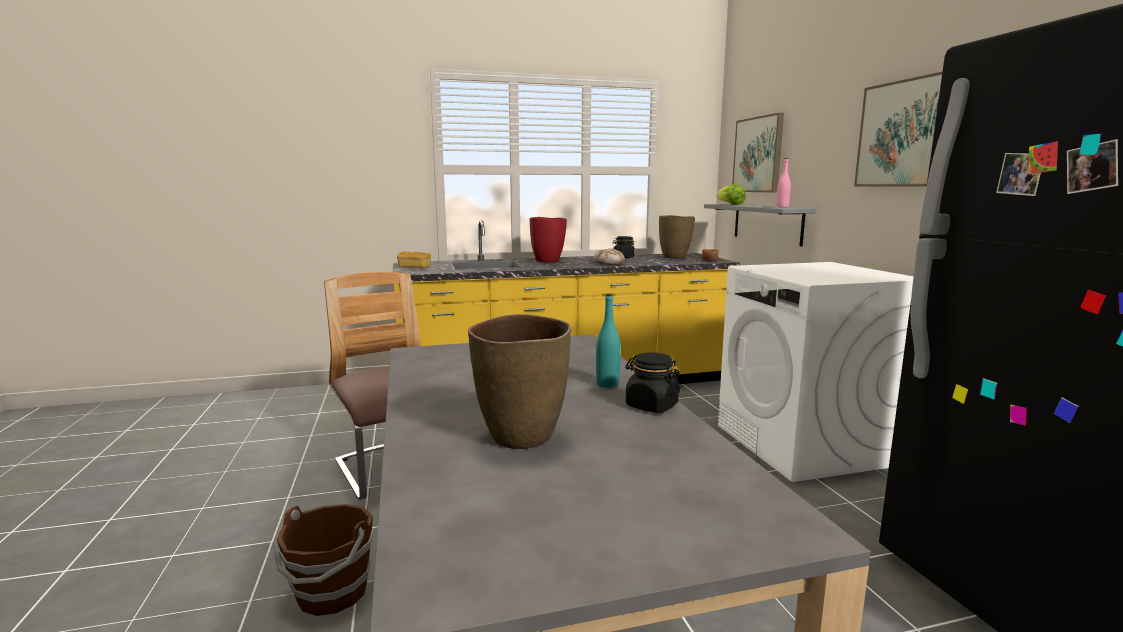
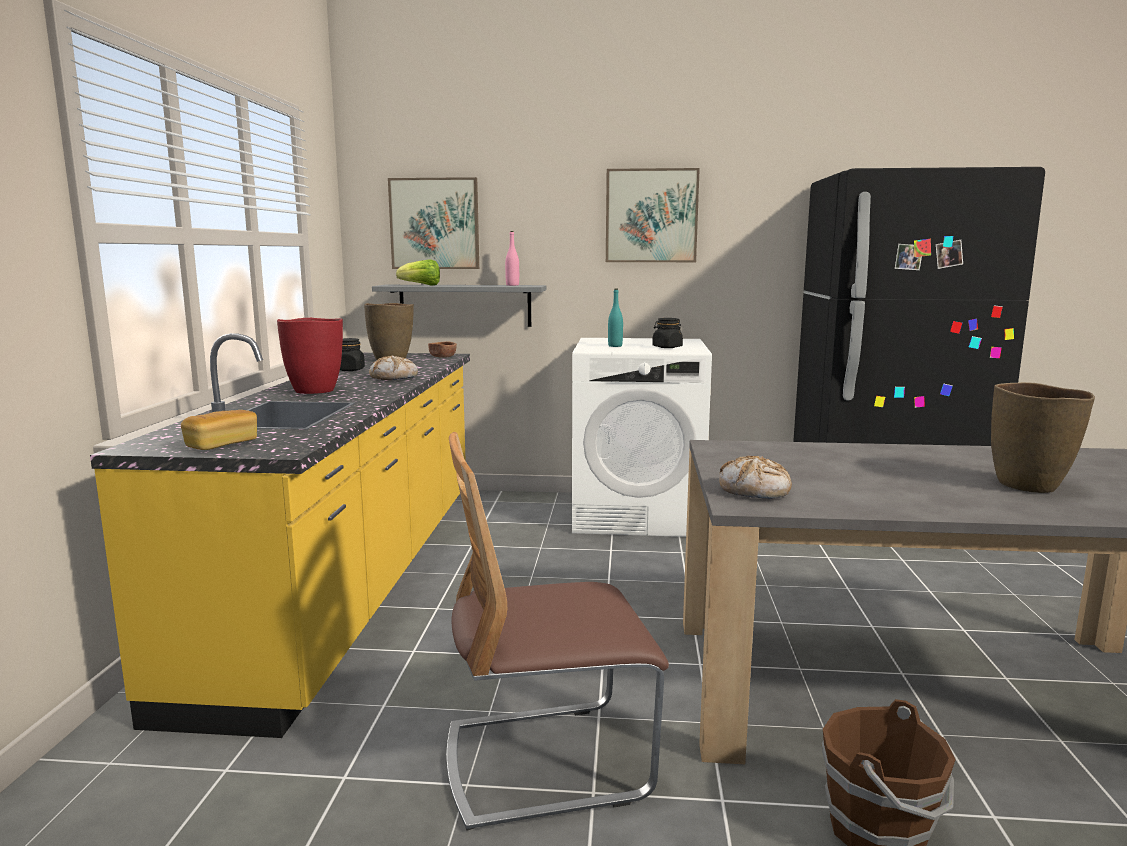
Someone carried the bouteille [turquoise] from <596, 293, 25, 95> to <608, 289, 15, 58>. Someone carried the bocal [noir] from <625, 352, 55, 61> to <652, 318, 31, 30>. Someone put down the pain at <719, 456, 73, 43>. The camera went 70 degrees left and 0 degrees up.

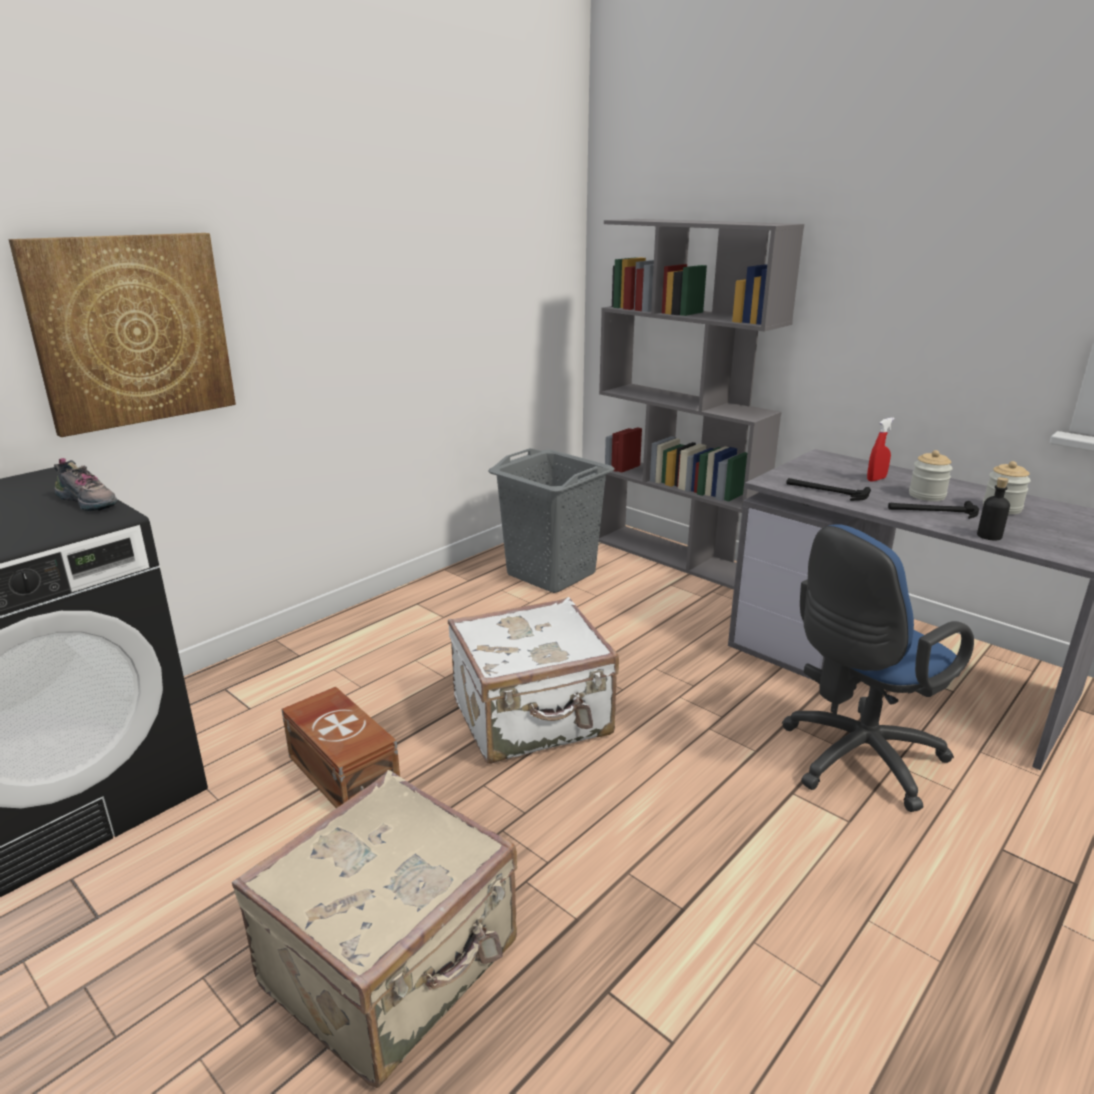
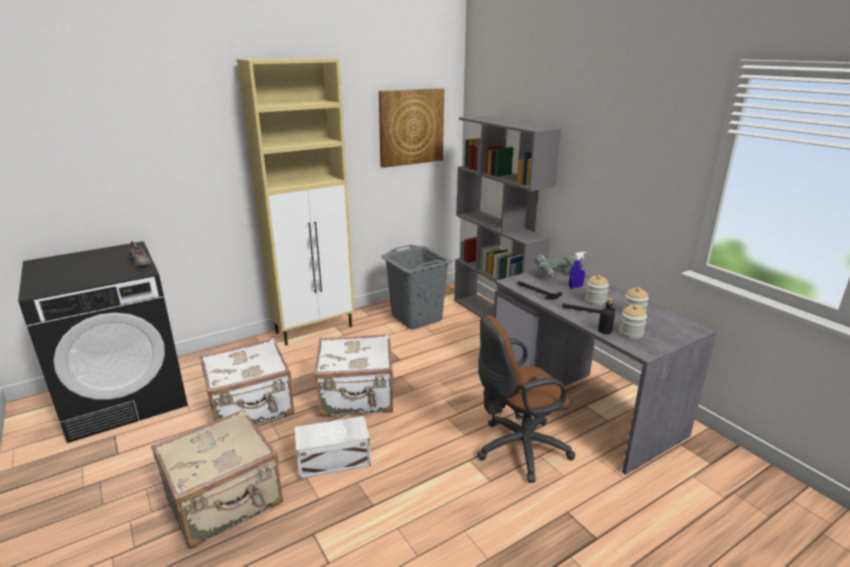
Someone carried the tableau from <9, 233, 227, 204> to <379, 88, 65, 80>. Someone swapped the boîte de rangement [marron] at <282, 687, 118, 121> for the valise [blanc] at <200, 338, 94, 86>. Someone repainted the chaise de bureau [bleu] at <782, 524, 192, 288>, which became the chaise de bureau [marron] at <477, 315, 98, 168>. Someone repainted the vaporisateur [rouge] at <867, 417, 28, 65>, which became the vaporisateur [bleu] at <569, 252, 17, 36>. Someone put down the meuble de rangement [beige] at <237, 58, 118, 287>. Someone put down the boîte de rangement [blanc] at <295, 416, 76, 63>. Someone put down the perceuse at <534, 254, 49, 24>. Someone put down the bocal at <619, 305, 28, 34>. The camera went 15 degrees right and 0 degrees up.

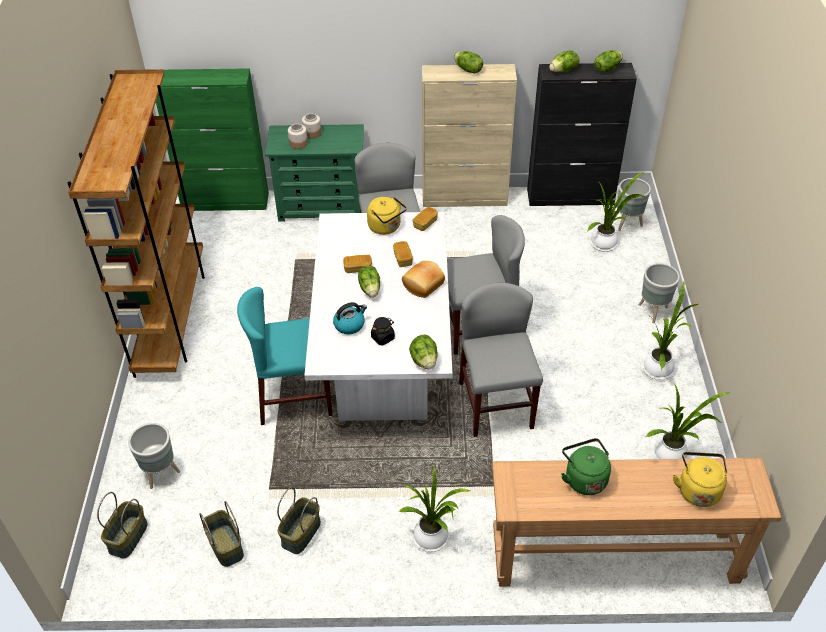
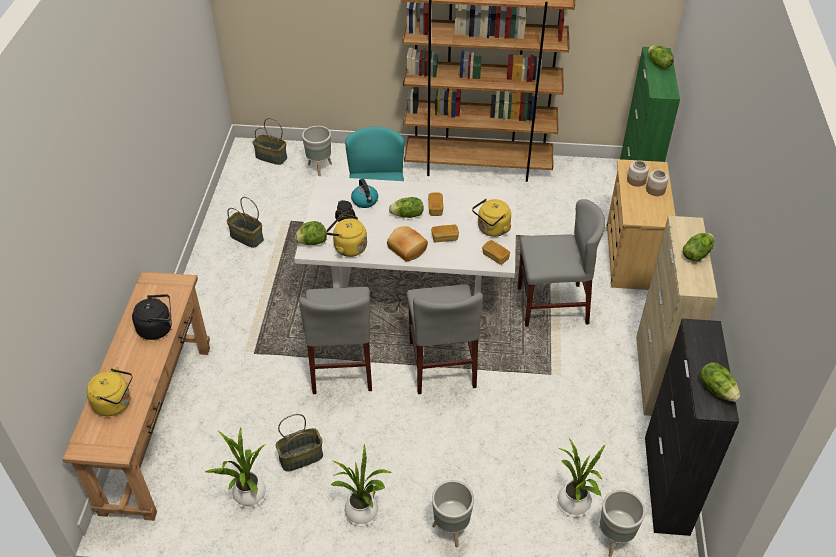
Someone carried the panier from <200, 501, 44, 66> to <275, 414, 48, 57>. Someone repainted the commode [vert] at <265, 124, 99, 98>, which became the commode [beige] at <606, 159, 70, 131>. Someone took away the plante en pot at <400, 465, 70, 87>. Someone rotated the chaise [gris] at <459, 283, 84, 154> by 90 degrees clockwise. Someone carried the laitue from <549, 51, 31, 22> to <648, 45, 26, 24>. Someone repainted the bouilloire [vert] at <561, 438, 50, 57>, which became the bouilloire [noir] at <132, 294, 40, 46>. Someone put down the bouilloire [jaune] at <326, 214, 41, 43>. The camera went 95 degrees right and 0 degrees up.

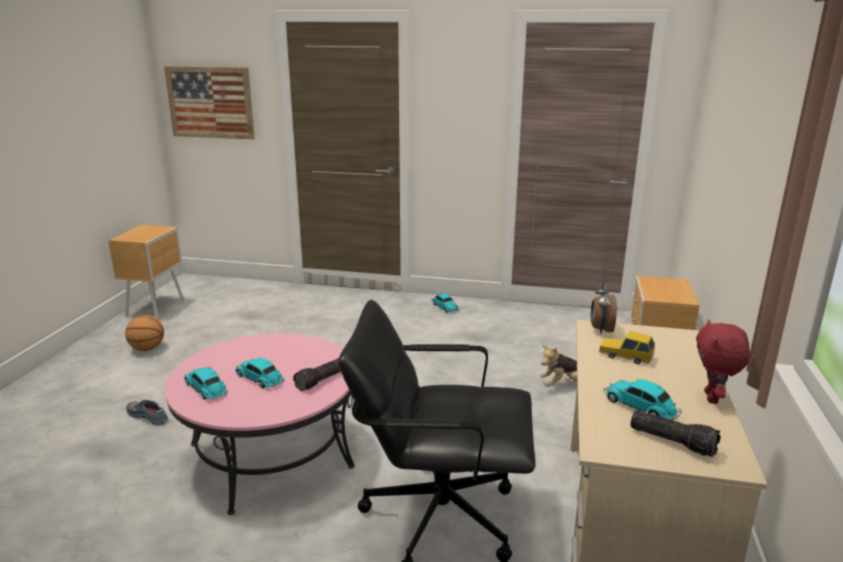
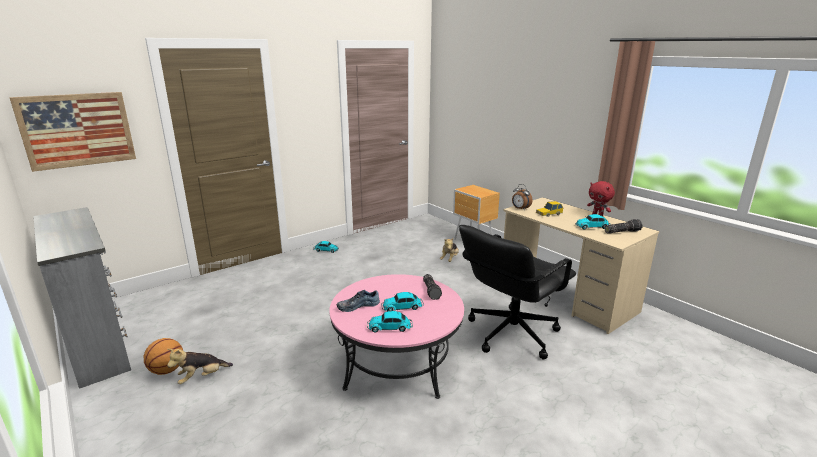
Someone swapped the table de chevet [marron] at <108, 225, 76, 94> for the commode [gris] at <33, 207, 98, 182>. Someone carried the chaussure from <126, 400, 42, 25> to <337, 290, 43, 22>. Someone put down the peluche at <167, 349, 66, 35>. The camera went 50 degrees left and 0 degrees up.

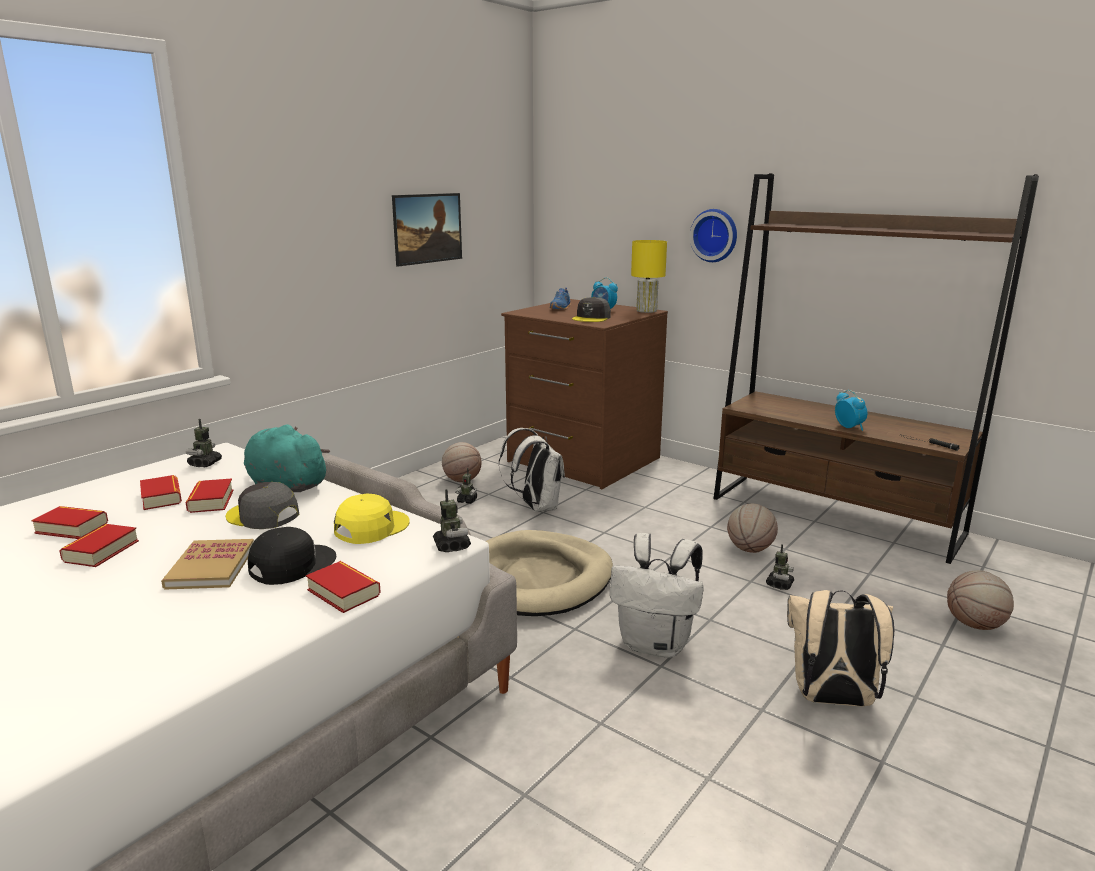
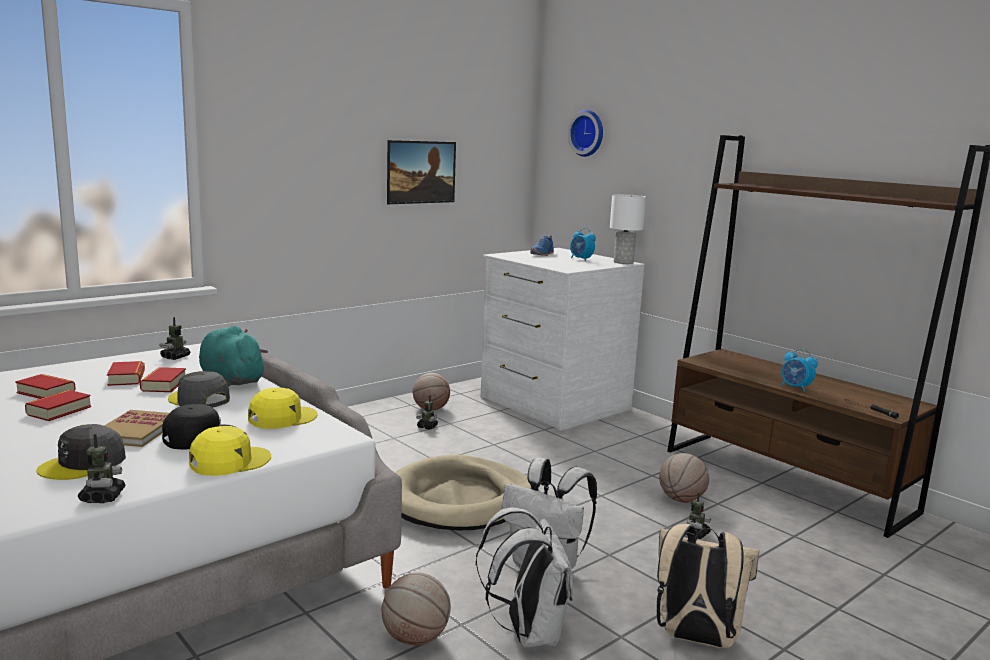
Someone swapped the livre at <306, 561, 75, 52> for the casquette [jaune] at <189, 426, 82, 50>. Someone carried the robot jouet from <433, 489, 38, 63> to <78, 434, 48, 69>. Someone carried the sac à dos [blanc] from <499, 428, 66, 84> to <476, 507, 98, 140>. Someone repainted the commode [marron] at <501, 299, 167, 190>, which became the commode [blanc] at <480, 248, 165, 183>. Someone carried the casquette [gris] from <572, 297, 39, 25> to <36, 424, 90, 56>. Someone repainted the lampe de table [jaune] at <631, 240, 36, 73>, which became the lampe de table [blanc] at <610, 194, 36, 70>. Someone carried the horloge murale from <689, 209, 48, 53> to <568, 110, 35, 47>. Someone rotated the réveil at <835, 390, 33, 41> by 150 degrees clockwise. Someone carried the ballon de basket from <947, 570, 67, 60> to <382, 573, 69, 73>. The camera went 10 degrees right and 5 degrees down.

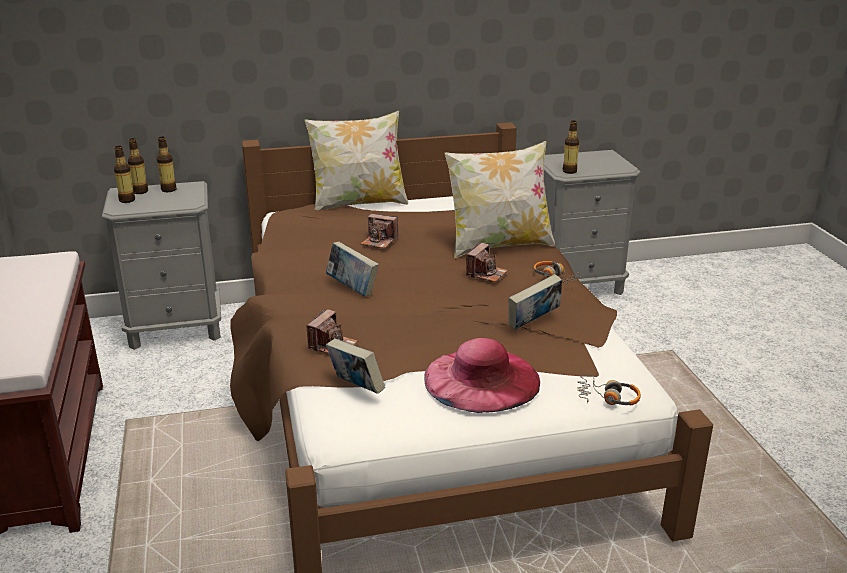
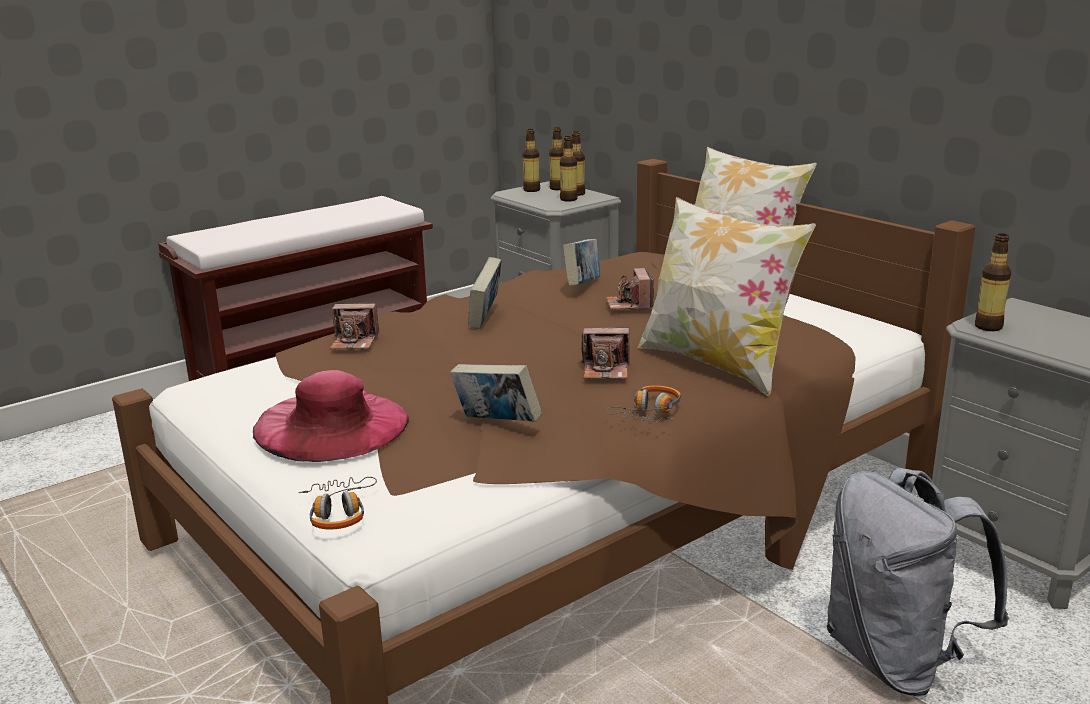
Someone carried the livre from <326, 339, 59, 55> to <563, 239, 37, 47>. Someone put down the bouteille at <560, 136, 18, 66>. Someone put down the sac à dos [gris] at <827, 468, 182, 228>. The camera went 65 degrees right and 5 degrees down.

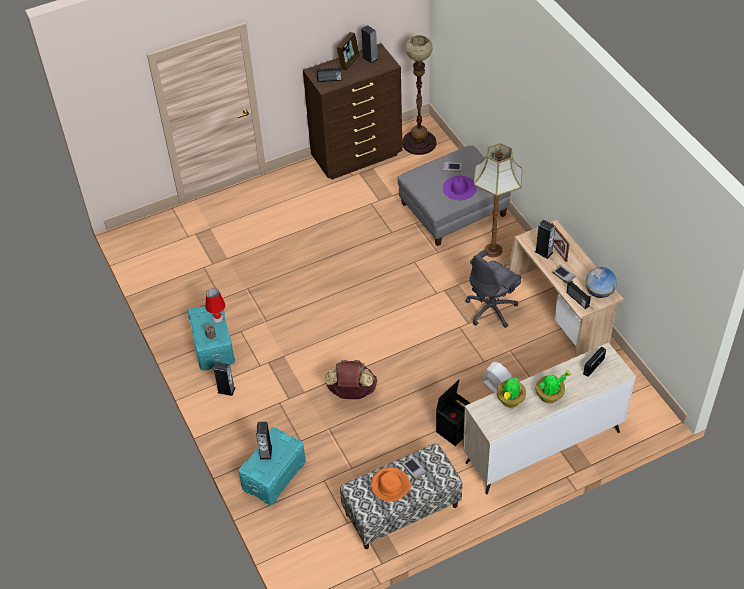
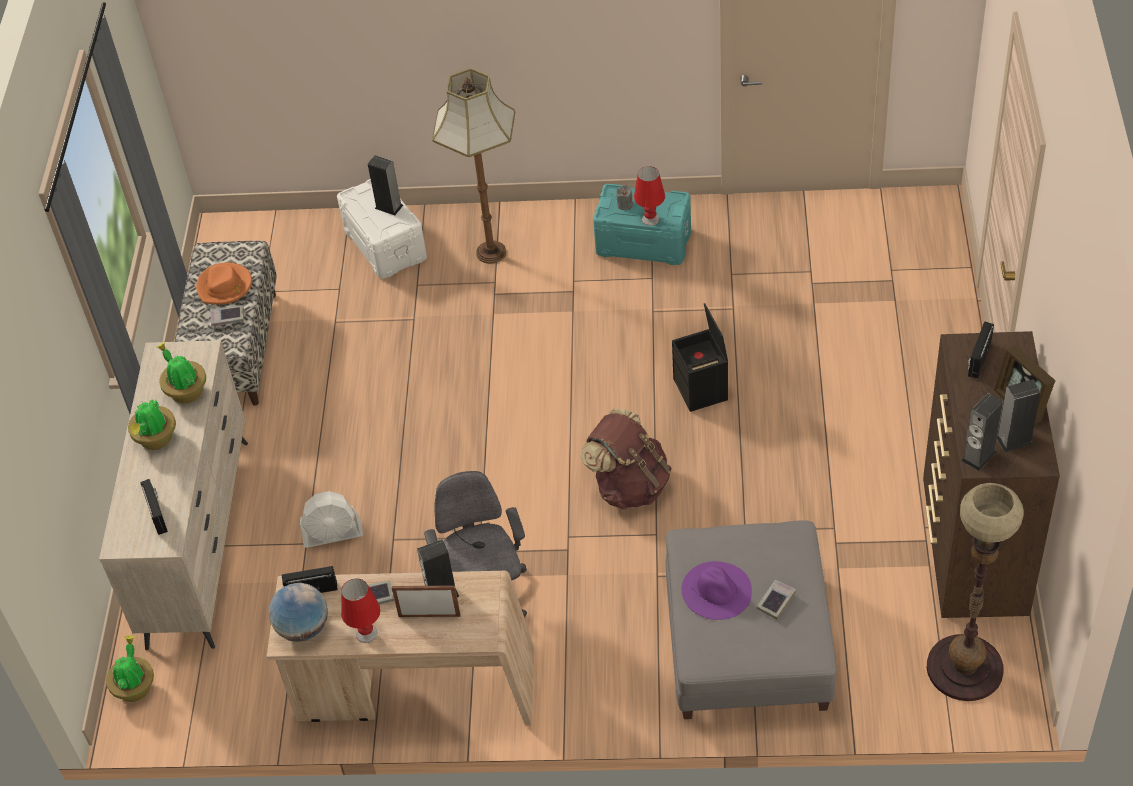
Someone carried the enceinte from <213, 362, 23, 34> to <961, 393, 42, 78>. Someone repainted the boîte de rangement [turquoise] at <238, 427, 68, 78>, which became the boîte de rangement [blanc] at <337, 179, 90, 100>. Someone carried the sac à dos [marron] from <325, 360, 53, 39> to <580, 409, 92, 101>. Someone carried the boîte de rangement [noir] from <436, 380, 34, 66> to <672, 303, 56, 109>. Someone carried the lampadaire from <473, 143, 49, 115> to <432, 68, 83, 196>. Someone put down the plante en pot at <106, 635, 48, 67>. Someone put down the lampe de table [rouge] at <341, 578, 40, 65>. The camera went 120 degrees right and 0 degrees up.

